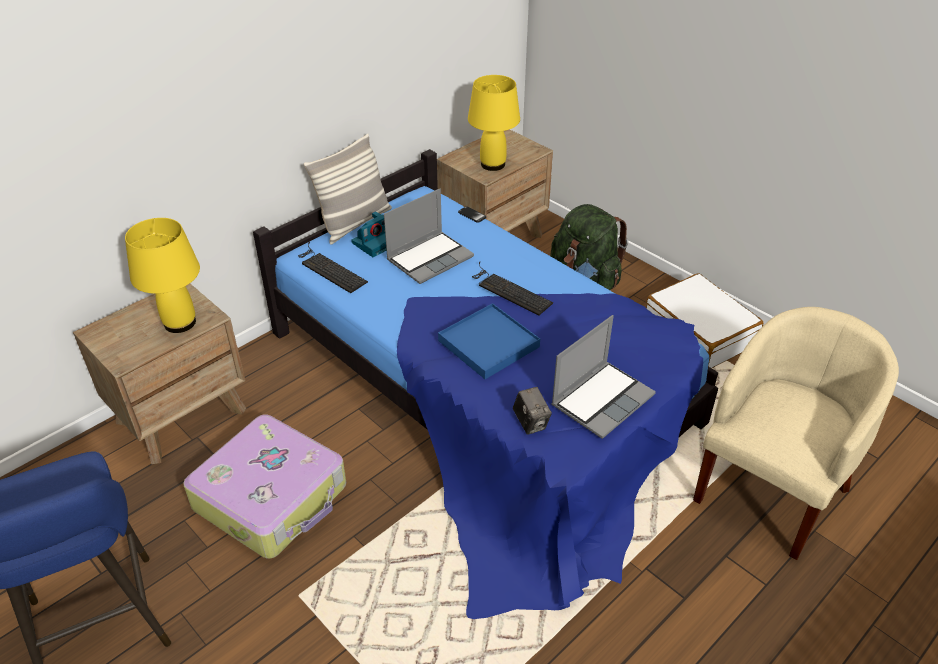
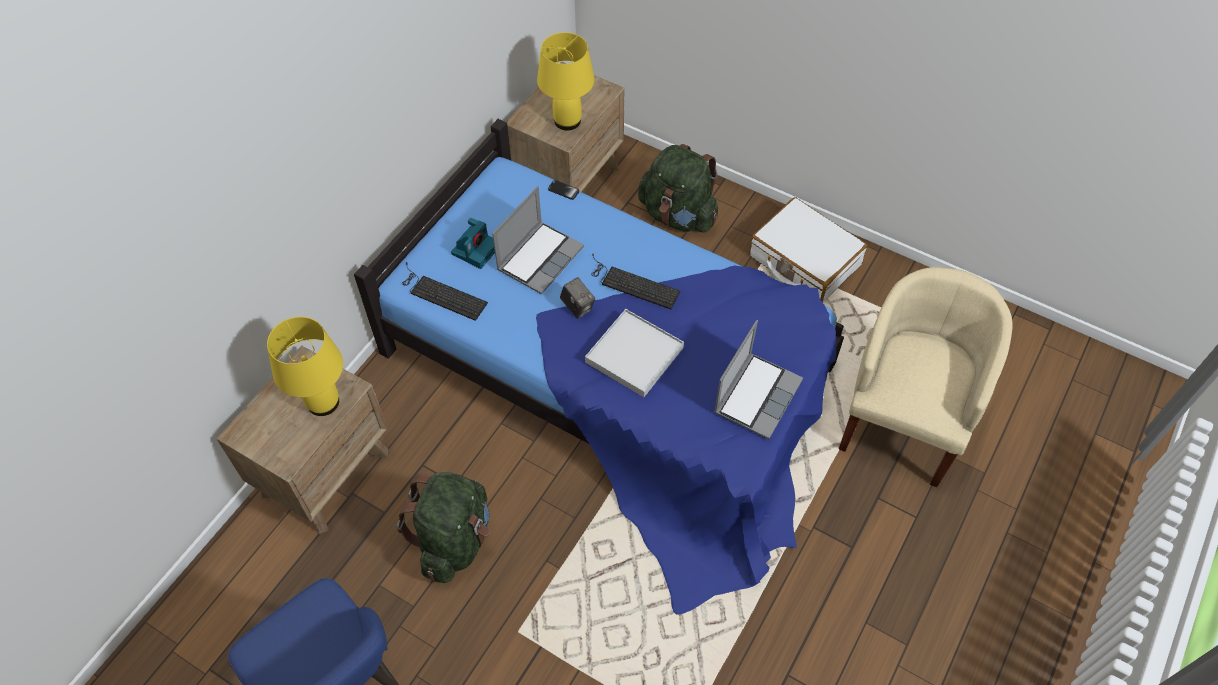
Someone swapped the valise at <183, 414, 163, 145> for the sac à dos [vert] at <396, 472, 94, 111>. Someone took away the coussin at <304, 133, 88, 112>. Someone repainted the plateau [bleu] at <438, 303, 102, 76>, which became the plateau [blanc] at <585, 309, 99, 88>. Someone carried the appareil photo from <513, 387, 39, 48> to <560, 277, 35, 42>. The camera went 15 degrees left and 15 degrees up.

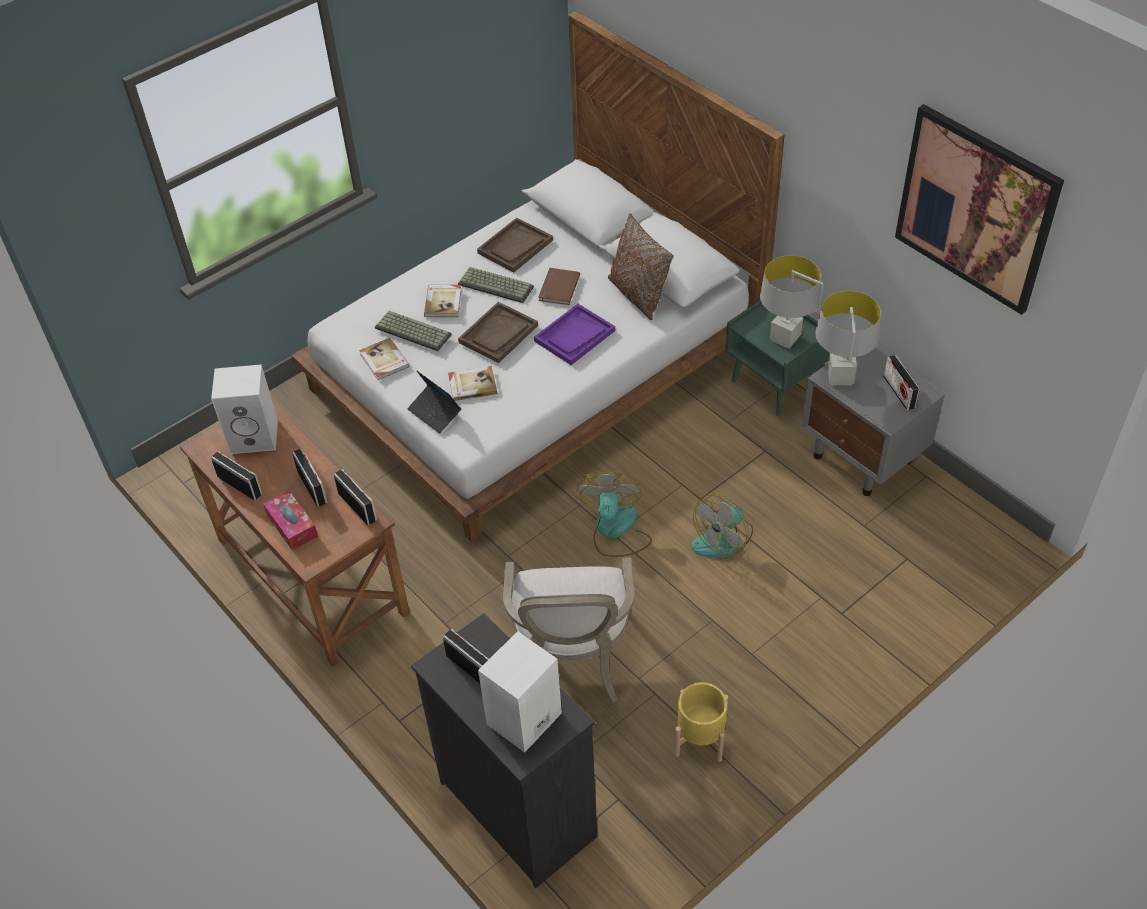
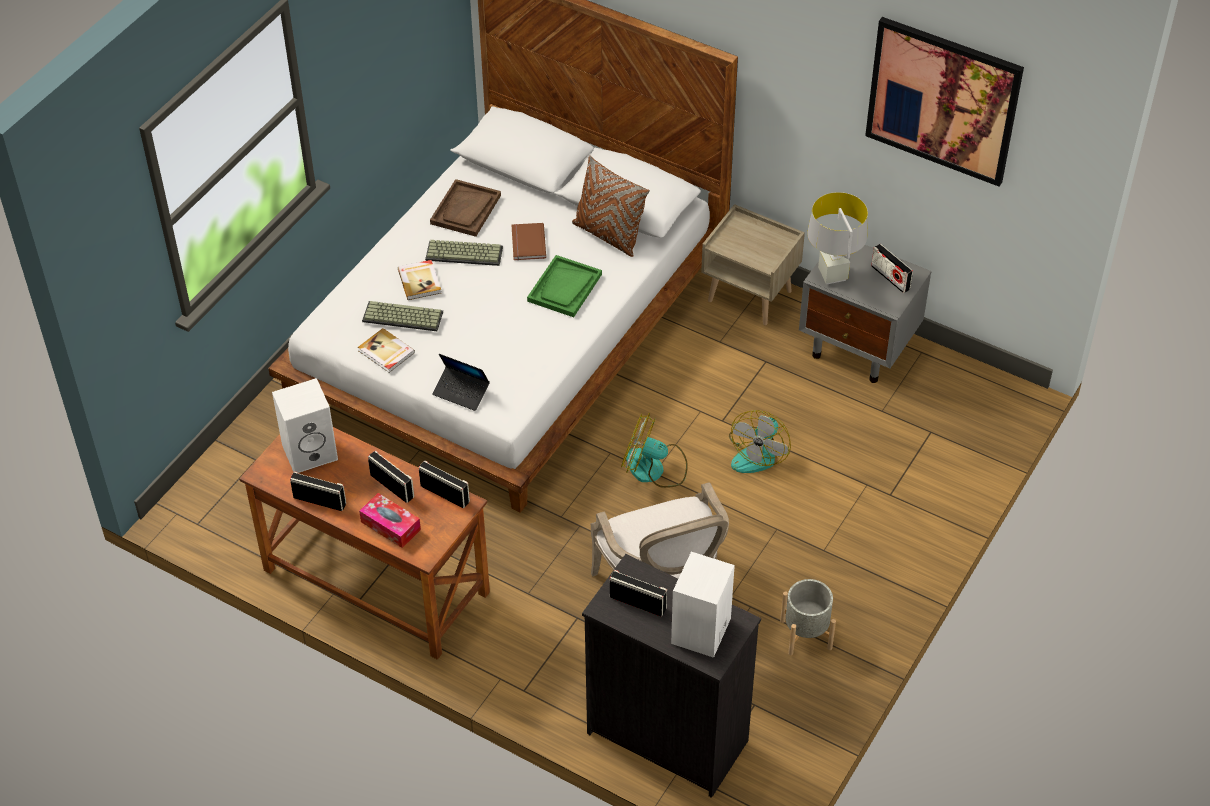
Someone took away the livre at <448, 366, 49, 35>. Someone took away the plateau [marron] at <458, 302, 80, 61>. Someone repainted the plateau [violet] at <534, 304, 81, 61>, which became the plateau [vert] at <527, 255, 75, 62>. Someone rotated the ventilateur at <577, 471, 75, 86> by 60 degrees counterclockwise. Someone repainted the cache-pot [jaune] at <674, 682, 54, 80>, which became the cache-pot [gris] at <780, 579, 56, 76>. Someone repainted the table de chevet [vert] at <725, 300, 105, 116>, which became the table de chevet [beige] at <701, 204, 104, 121>. Someone took away the lampe de table [gris] at <760, 255, 63, 94>. The camera went 20 degrees left and 0 degrees up.

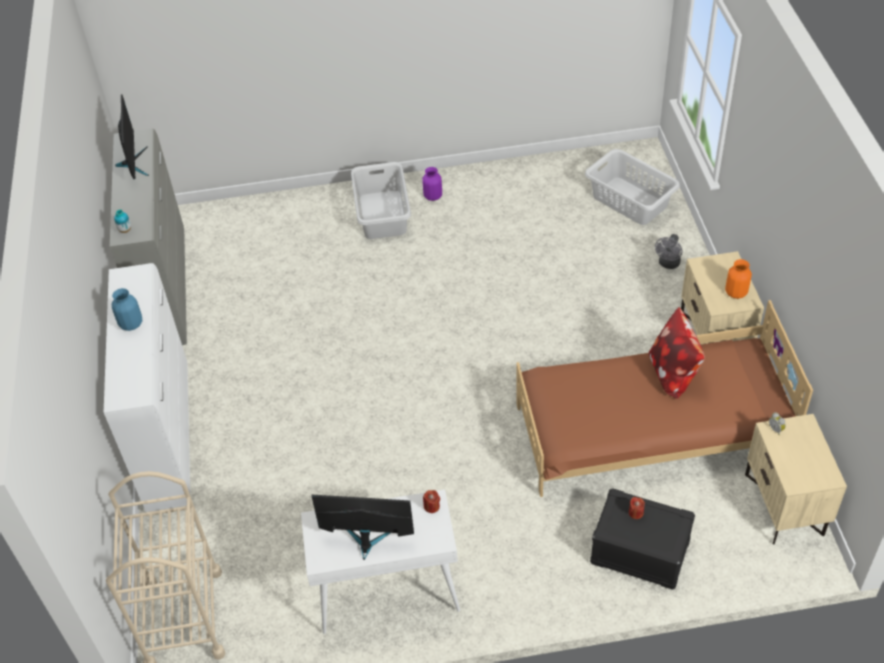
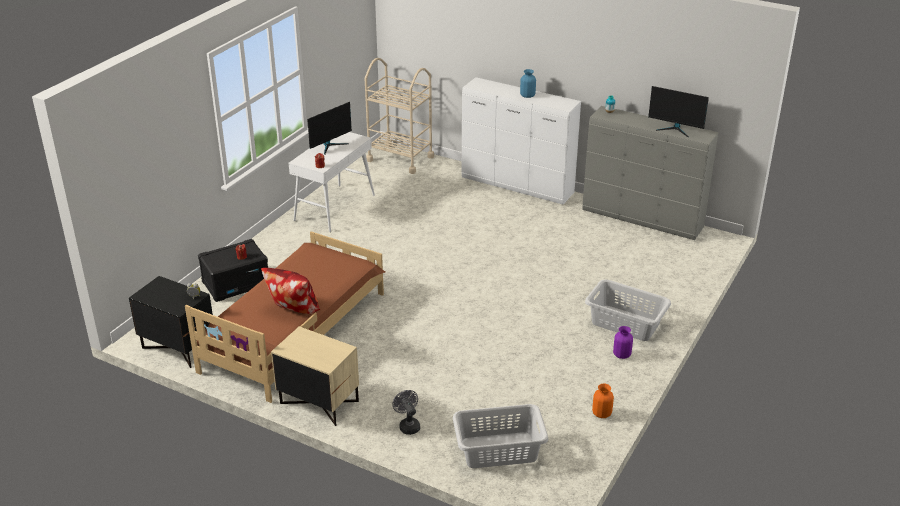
Someone carried the vase [orange] from <725, 259, 27, 40> to <592, 384, 22, 34>. Someone repainted the table de chevet [beige] at <745, 414, 102, 130>, which became the table de chevet [noir] at <129, 276, 84, 92>. The camera went 125 degrees right and 15 degrees down.

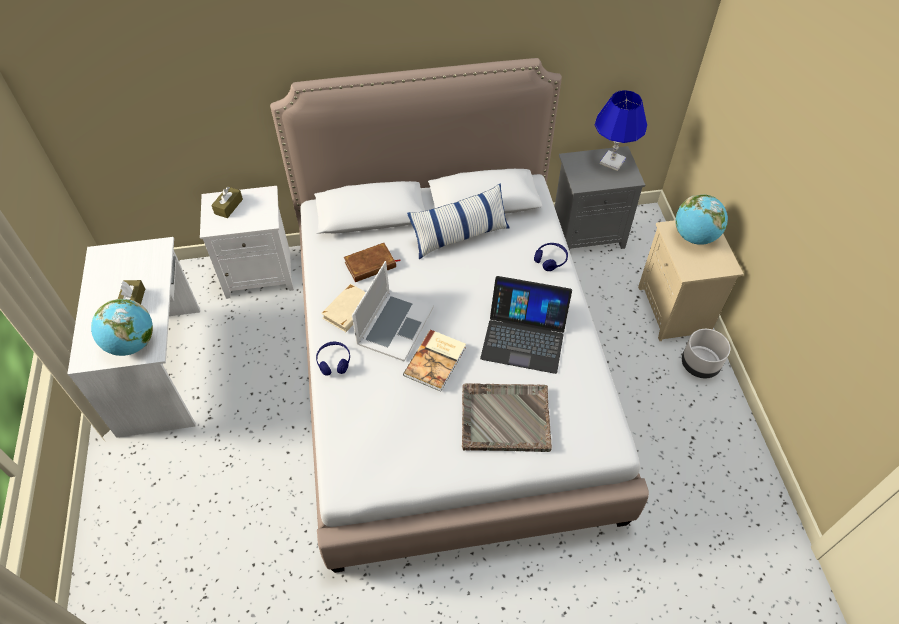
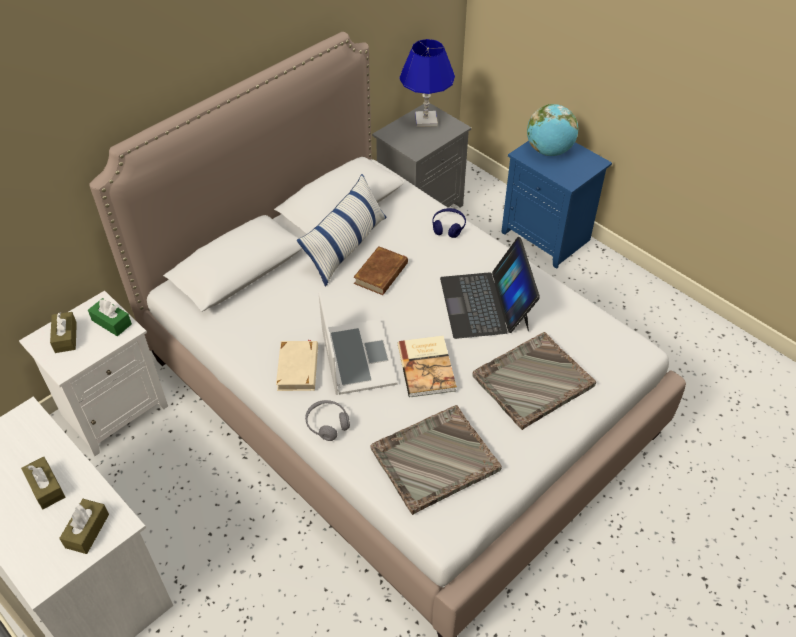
Someone swapped the globe at <91, 299, 62, 57> for the boîte à mouchoirs [marron] at <59, 499, 50, 55>. Someone repainted the casque audio [bleu] at <316, 342, 34, 34>, which became the casque audio [gris] at <305, 400, 45, 41>. Someone carried the livre [marron] from <344, 243, 56, 39> to <353, 246, 55, 49>. Someone rotated the ordinateur portable at <480, 276, 92, 98> by 105 degrees clockwise. Someone repainted the table de chevet [beige] at <638, 220, 106, 121>, which became the table de chevet [bleu] at <501, 141, 111, 128>. Someone took away the cache-pot [gris] at <682, 329, 48, 50>. Someone put down the boîte à mouchoirs [vert] at <88, 298, 44, 38>. Someone put down the plateau [gris] at <370, 405, 132, 110>. The camera went 35 degrees left and 5 degrees down.

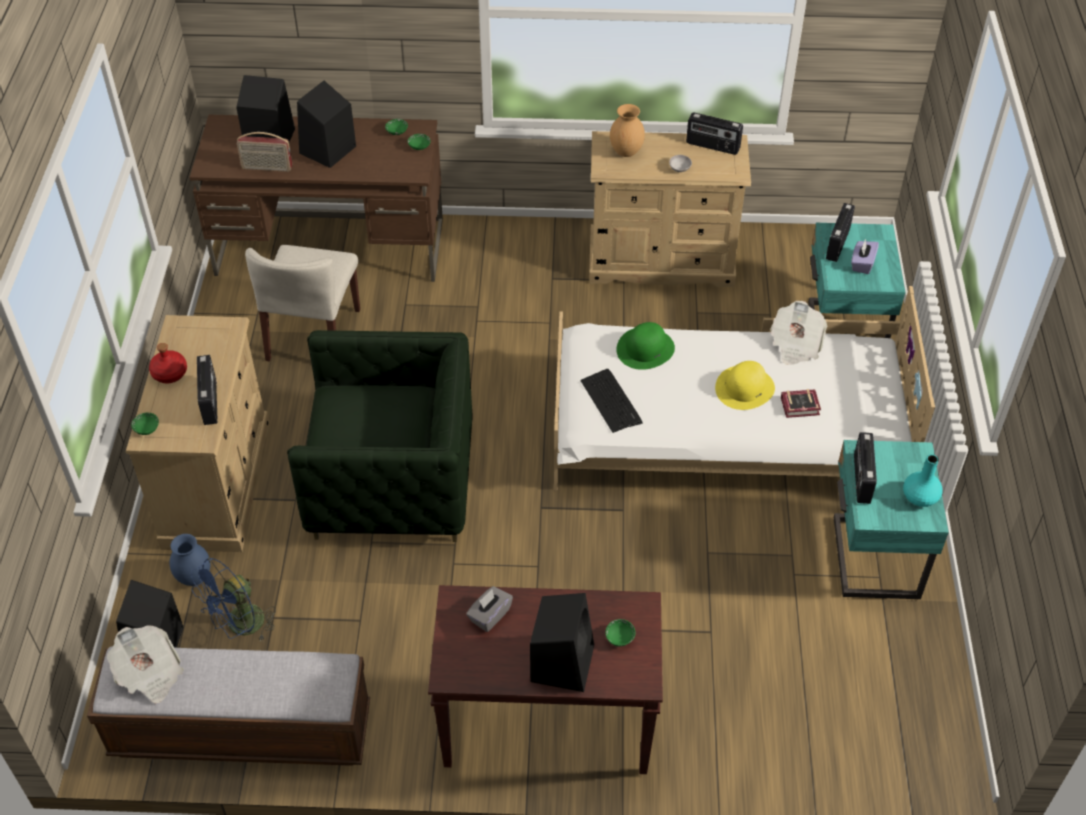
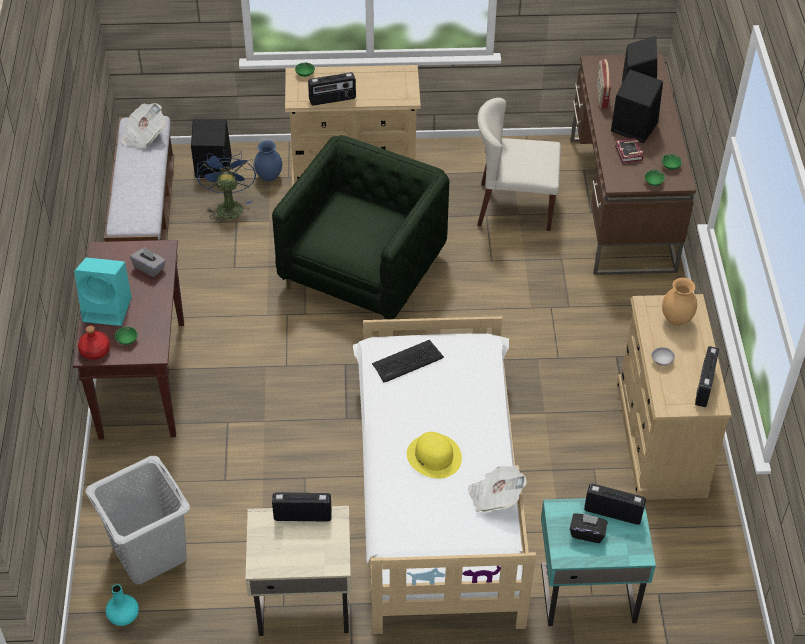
Someone carried the bouteille [rouge] from <149, 343, 38, 40> to <78, 326, 32, 34>. Someone rotated the ventilateur [bleu] at <191, 557, 85, 85> by 45 degrees clockwise. Someone rotated the fauteuil [vert] at <287, 330, 185, 212> by 150 degrees counterclockwise. Someone repainted the enceinte [noir] at <530, 593, 64, 99>, which became the enceinte [turquoise] at <74, 257, 58, 69>. Someone took away the chapeau [vert] at <616, 322, 59, 48>. Someone carried the livre from <781, 389, 40, 29> to <615, 138, 29, 26>. Someone repainted the table de chevet [turquoise] at <834, 440, 115, 159>, which became the table de chevet [beige] at <245, 506, 106, 130>. Someone repainted the boîte à mouchoirs [violet] at <851, 239, 28, 35>, which became the boîte à mouchoirs [noir] at <570, 513, 38, 30>. Someone carried the vase [turquoise] from <903, 454, 40, 53> to <106, 584, 33, 42>. Someone put down the panier à linge [gris] at <85, 456, 105, 128>. The camera went 85 degrees right and 0 degrees up.

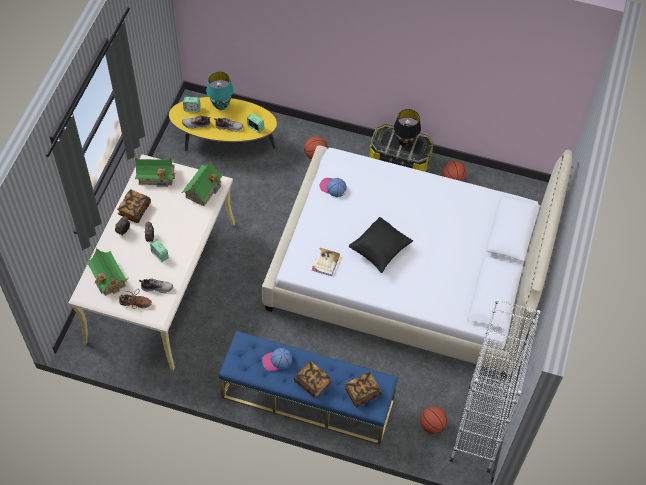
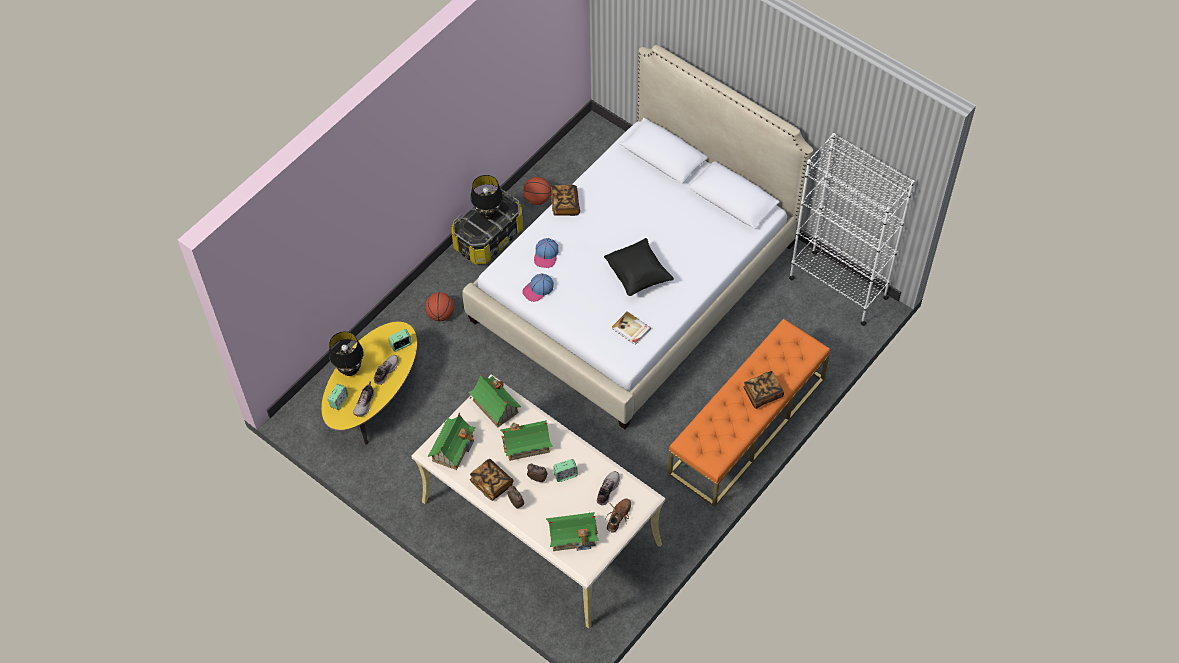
Someone repainted the lampe de table [turquoise] at <206, 71, 28, 39>, which became the lampe de table [noir] at <329, 331, 35, 45>. Someone repainted the banc [bleu] at <219, 331, 179, 114>, which became the banc [orange] at <668, 319, 162, 188>. Someone carried the casquette from <262, 348, 30, 23> to <534, 238, 25, 30>. Someone carried the livre from <345, 372, 36, 35> to <551, 185, 29, 31>. Someone took away the ballon de basket at <420, 406, 28, 28>. Someone put down the maison miniature at <500, 420, 53, 41>. The camera went 65 degrees left and 0 degrees up.

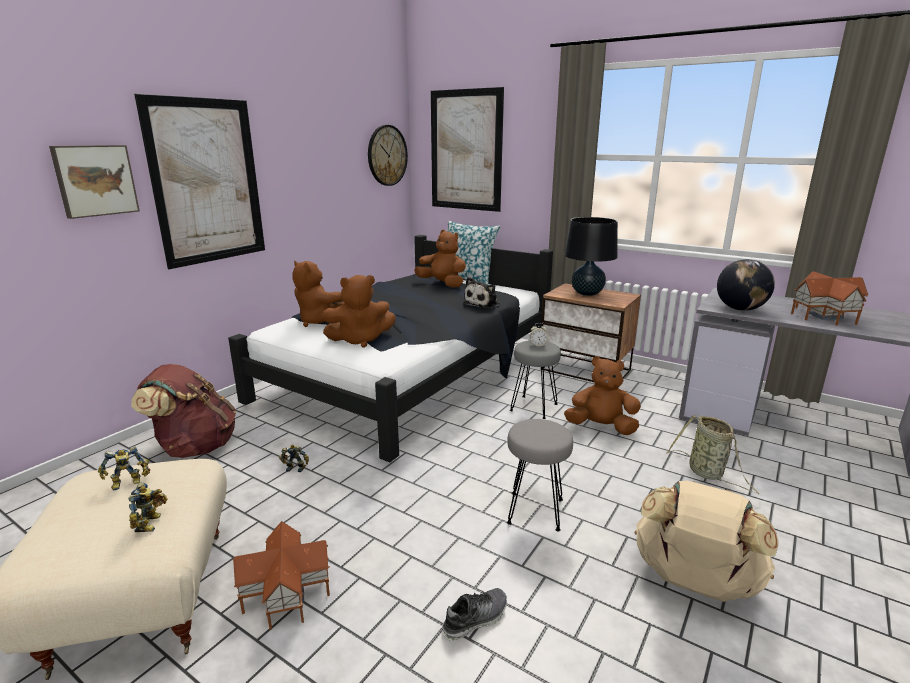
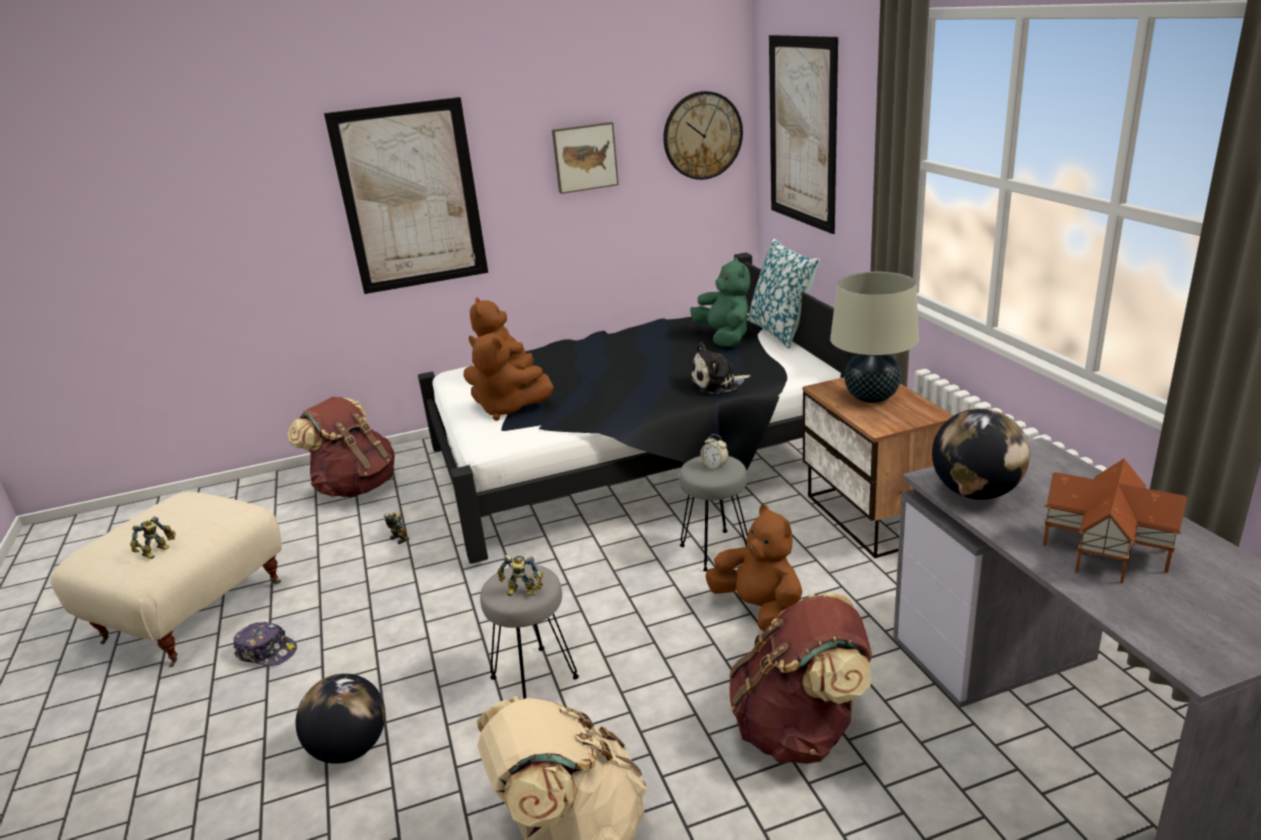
Someone carried the tableau from <49, 145, 91, 74> to <552, 122, 67, 72>. Someone carried the robot jouet from <98, 447, 52, 44> to <497, 555, 46, 41>. Someone swapped the maison miniature at <233, 521, 97, 109> for the casquette at <233, 622, 64, 44>. Someone repainted the peluche [marron] at <414, 230, 52, 57>, which became the peluche [vert] at <690, 257, 60, 90>. Someone swapped the chaussure at <442, 588, 65, 53> for the globe at <296, 673, 89, 91>. Someone repainted the lampe de table [noir] at <564, 217, 54, 79>, which became the lampe de table [beige] at <830, 272, 89, 131>. Someone swapped the panier at <667, 415, 92, 79> for the sac à dos [marron] at <729, 593, 143, 171>. The camera went 40 degrees right and 5 degrees up.

